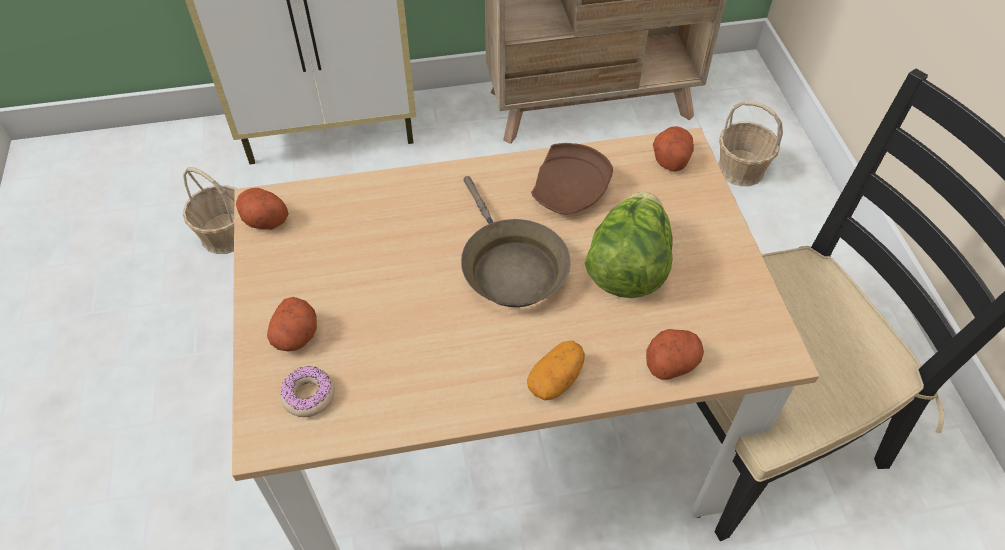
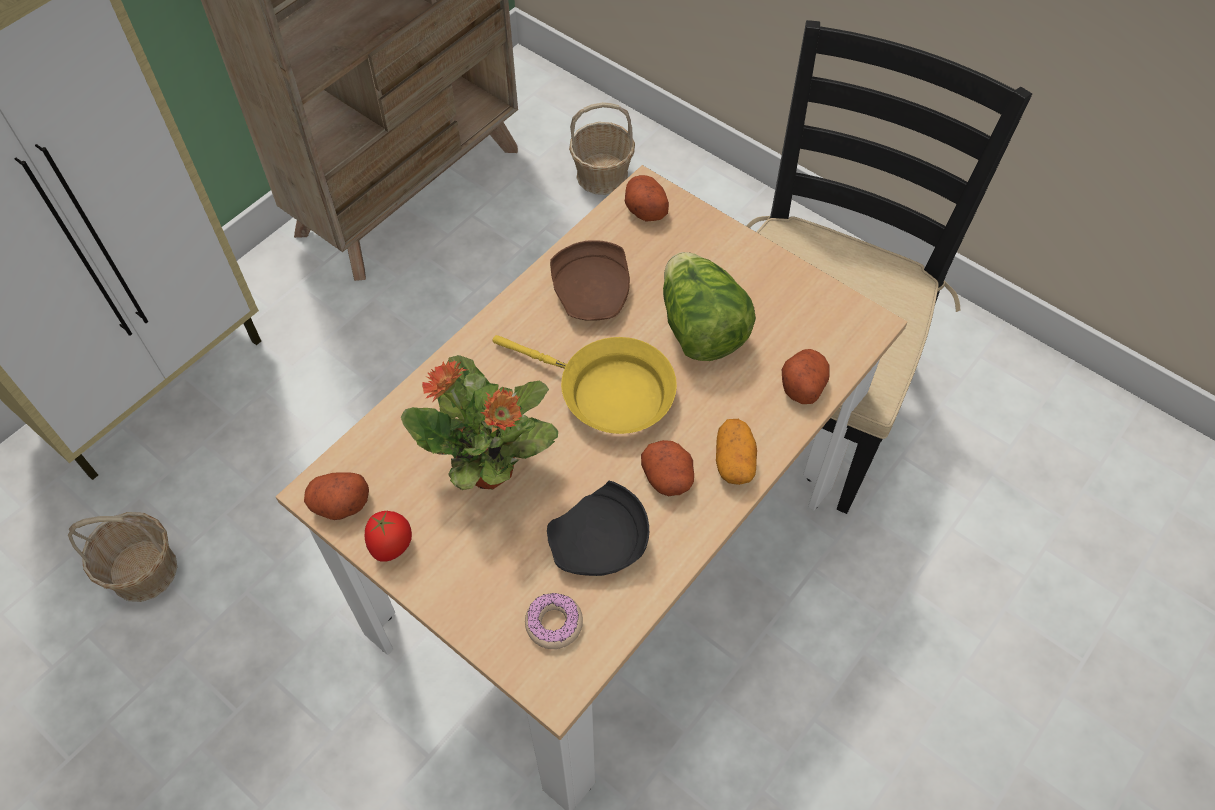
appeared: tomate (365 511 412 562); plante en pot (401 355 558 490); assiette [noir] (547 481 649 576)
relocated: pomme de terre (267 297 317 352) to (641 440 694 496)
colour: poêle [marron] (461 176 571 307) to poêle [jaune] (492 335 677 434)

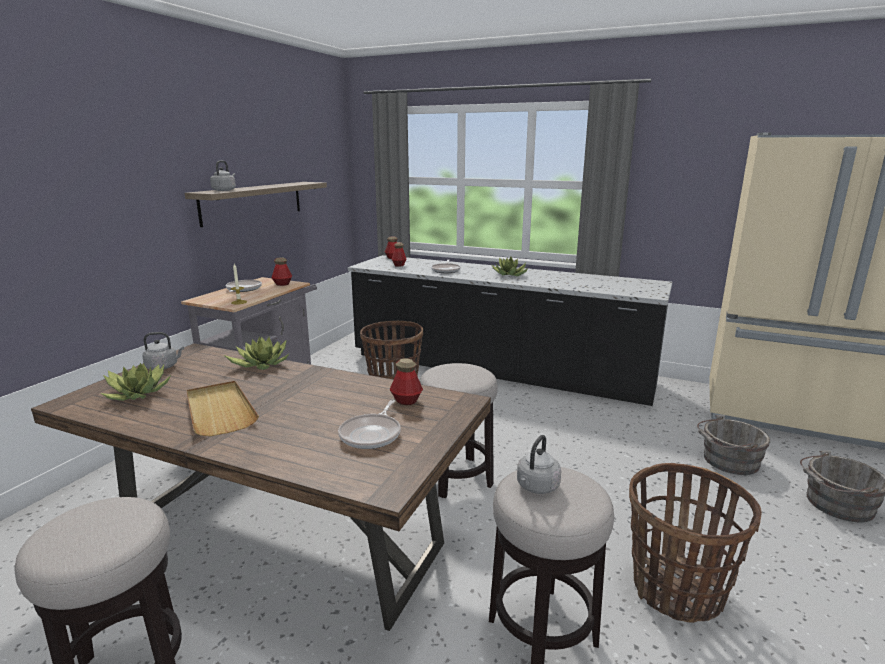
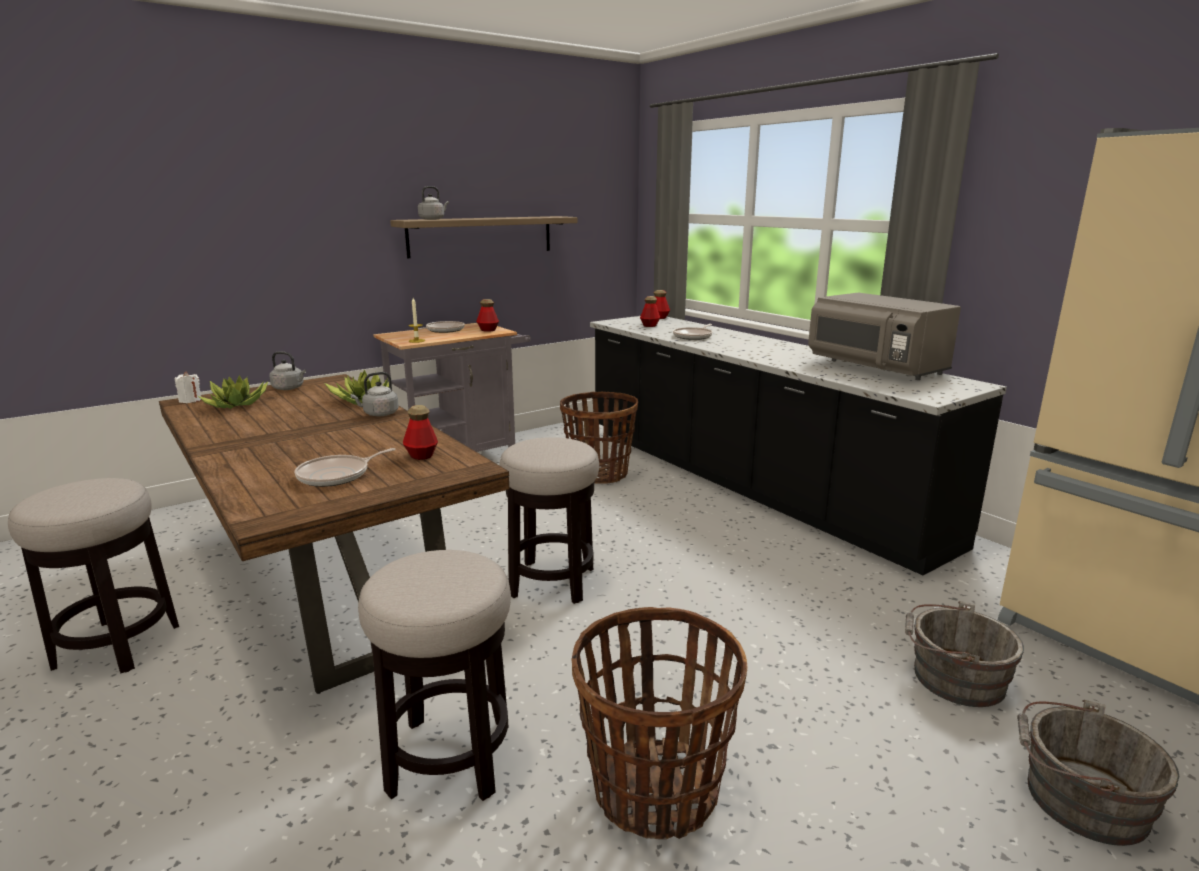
missing: plateau [beige] (187 381 259 436); plante en pot (492 256 528 276)
appeared: bougie [blanc] (175 371 201 403); micro-ondes [gris] (808 293 961 380)
relocated: bouilloire [gris] (517 435 561 494) to (350 372 399 416)

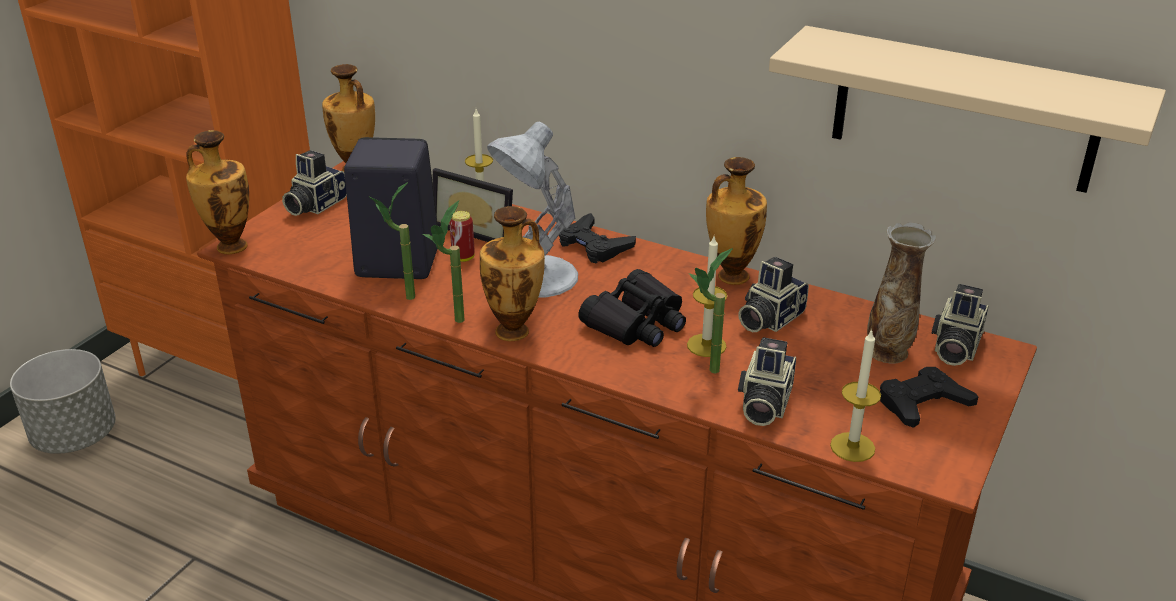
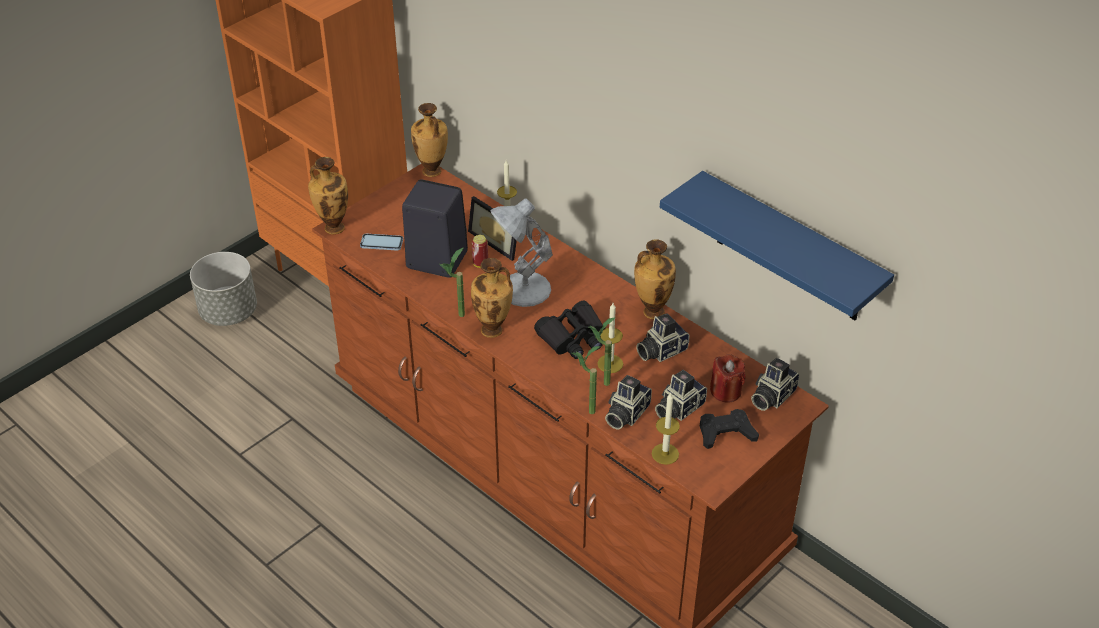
missing: manette [noir] (559 213 636 263)
appeared: téléphone (360 234 403 251)
relocated: plante en pot (368 182 415 300) to (571 346 600 414); appareil photo (282 150 347 216) to (655 370 707 421)
exchanged: vase (867 222 936 364) to bougie [rouge] (710 354 746 402)
colour: étagère [beige] (769 26 1166 193) to étagère [bleu] (660 171 894 320)

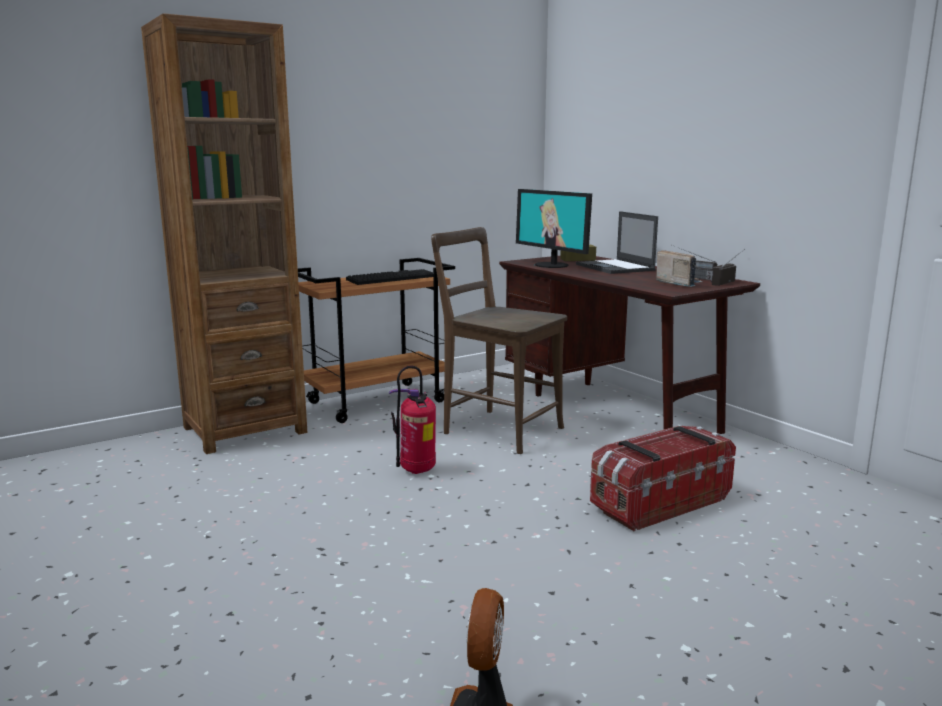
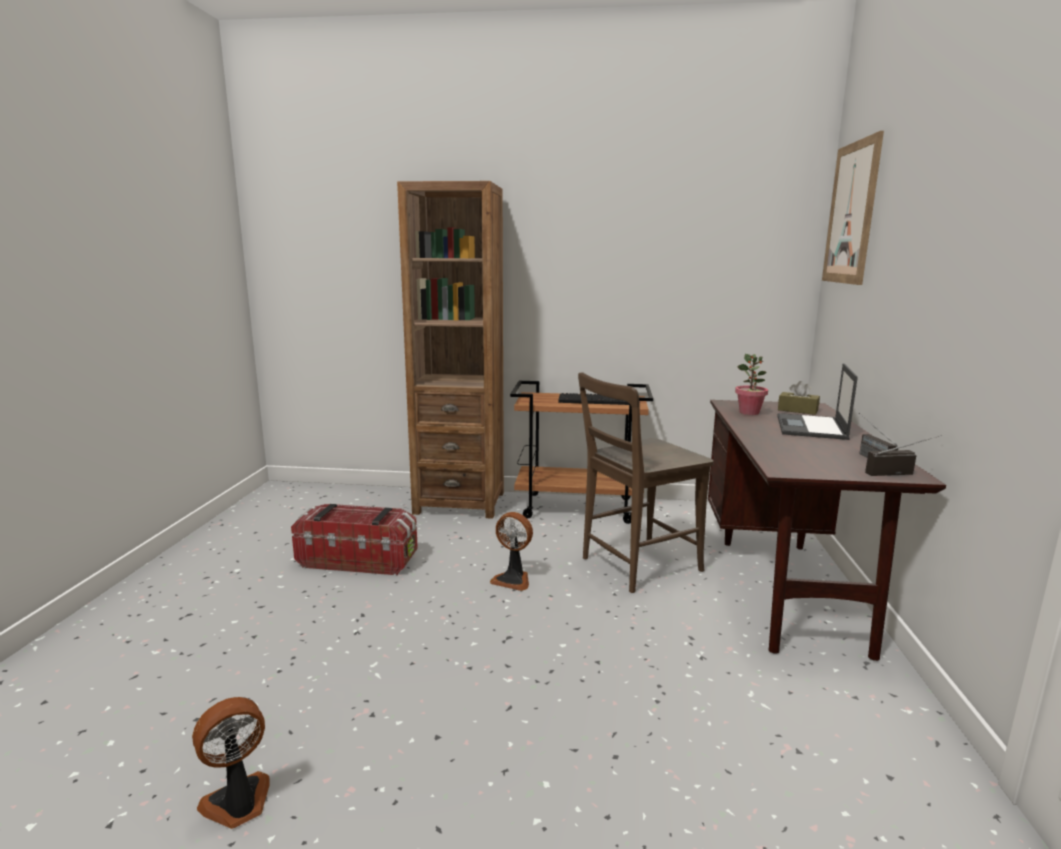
missing: radio (656 250 703 287)
appeared: tableau (822 131 884 285)
relocated: boîte de rangement (590 426 736 531) to (291 504 418 575)
exchanged: extincteur (389 365 436 474) to ventilateur (490 512 533 591); écran d'ordinateur (516 189 592 268) to plante en pot (735 354 768 415)
spun: chaise [marron] (431 227 567 454) = (578 372 714 593) 105 degrees counterclockwise

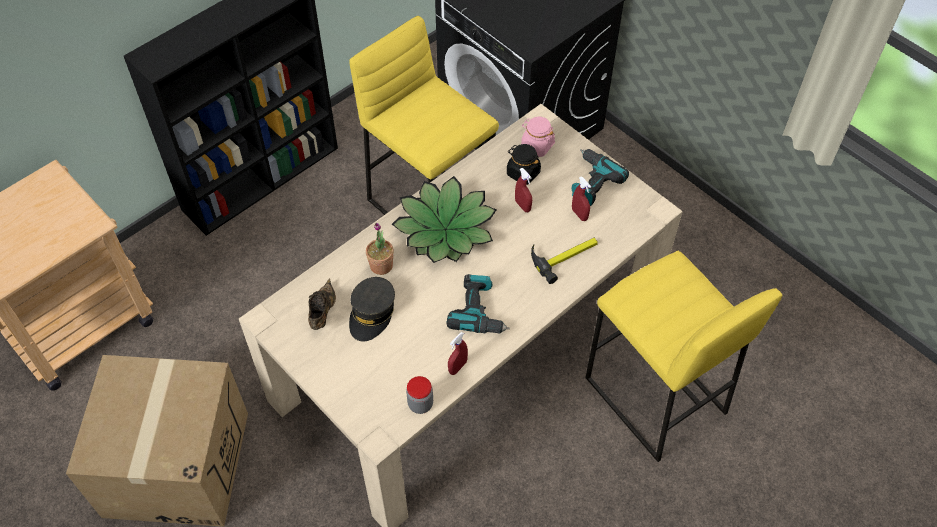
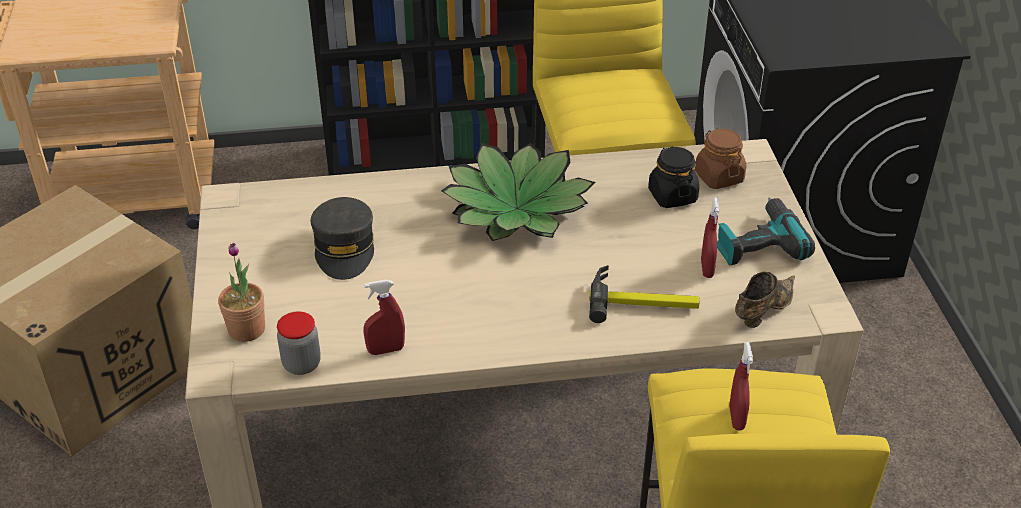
missing: perceuse (447 274 510 333)
relocated: plante en pot (366 223 394 275) to (218 243 265 342); vaporisateur [rouge] (515 168 532 212) to (729 342 753 431); chaussure [marron] (308 279 336 330) to (735 271 795 328)
colour: bocal [rose] (521 117 555 157) to bocal [marron] (695 128 746 189)
spun: casquette [gris] (349 277 395 341) = (311 197 374 280) 60 degrees counterclockwise

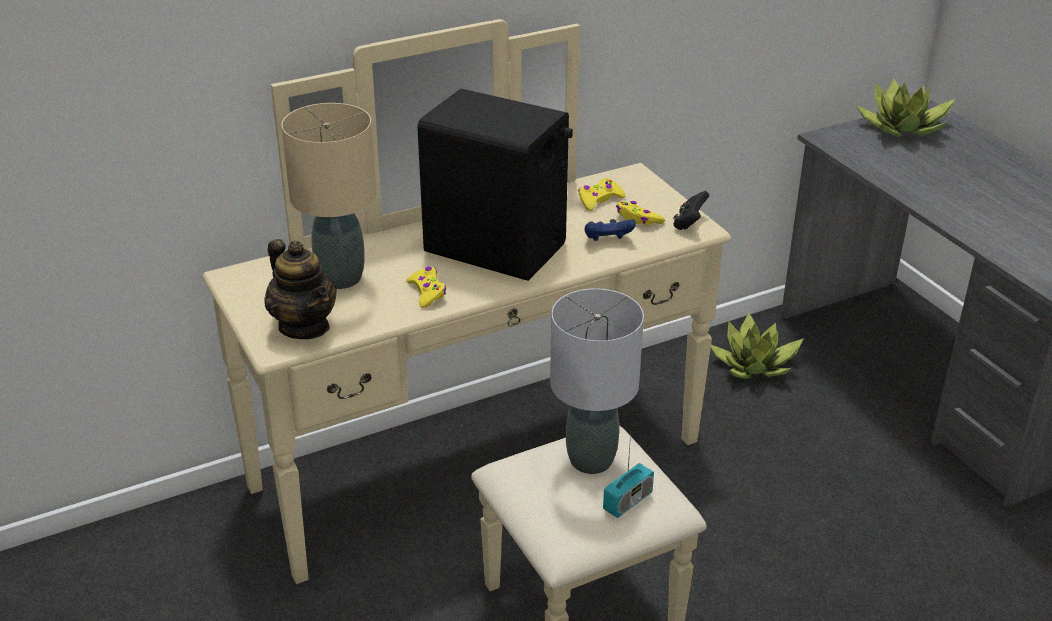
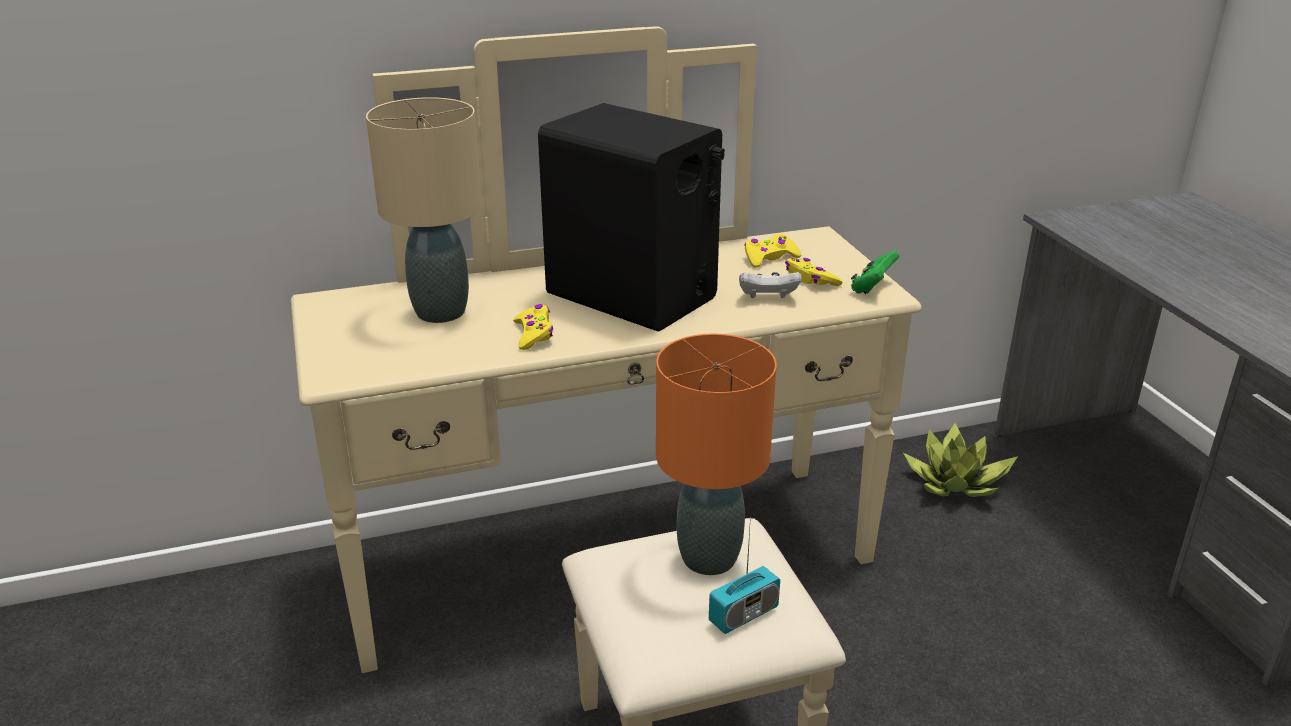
missing: théière (264 239 337 339); plante en pot (856 79 955 137)
colour: lampe de table [gris] (550 288 644 474) to lampe de table [orange] (656 334 777 575); manette [bleu] (585 219 636 241) to manette [blanc] (739 272 802 298); manette [noir] (673 191 709 230) to manette [vert] (851 251 900 294)

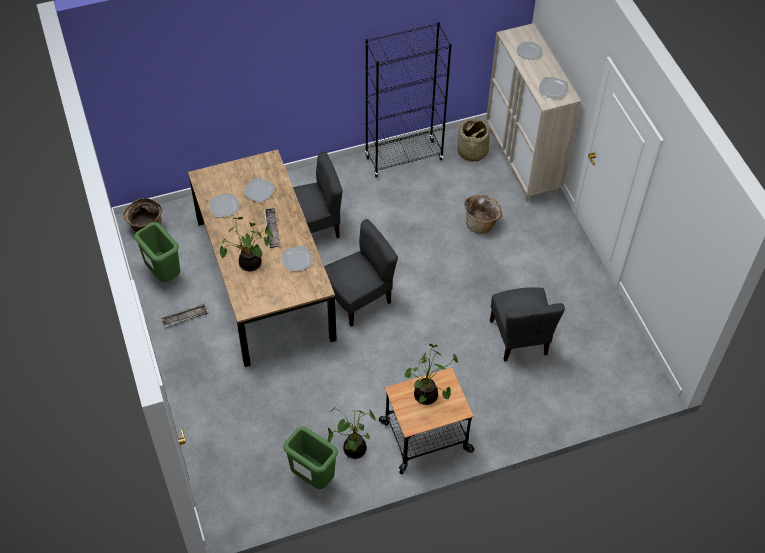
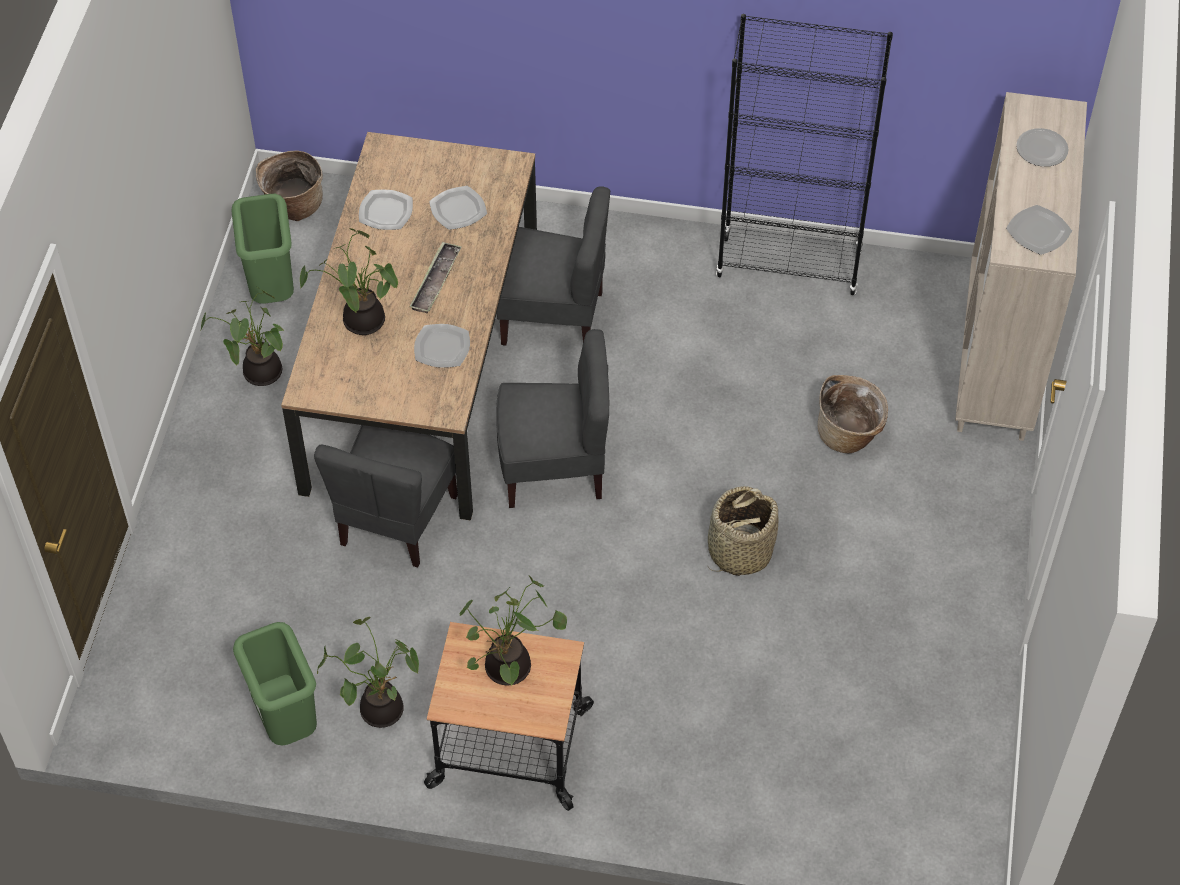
relocated: chaise [gris] (490 287 565 361) to (314 425 458 568); panier (457 118 490 162) to (706 486 778 576)
exchanged: plateau (160 304 208 327) to plante en pot (200 288 285 386)

